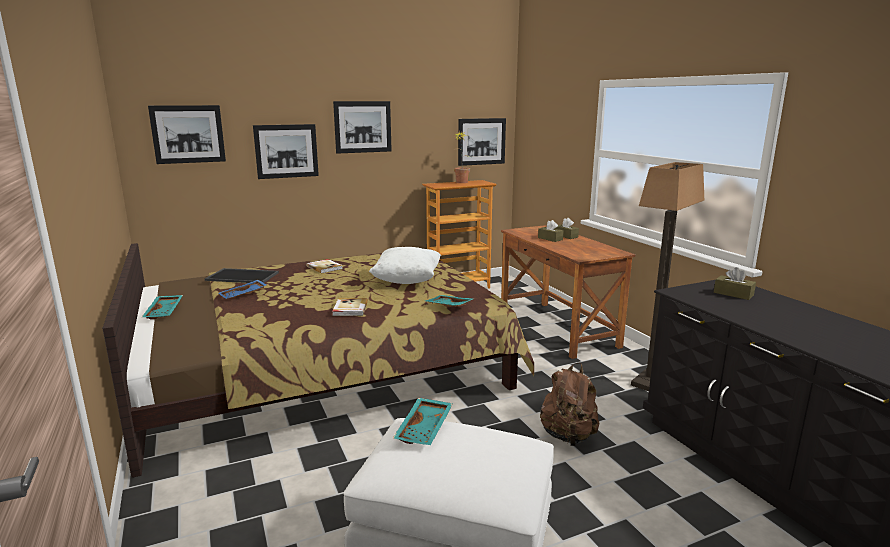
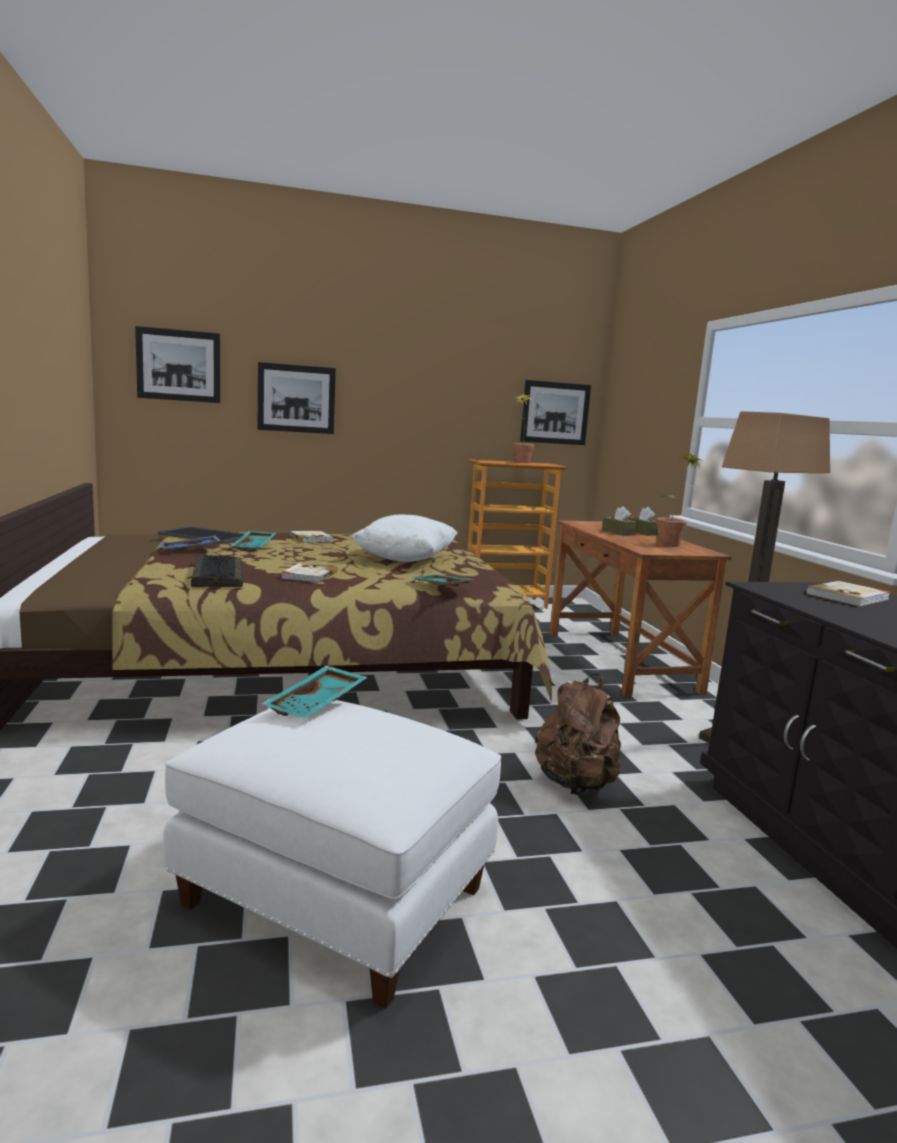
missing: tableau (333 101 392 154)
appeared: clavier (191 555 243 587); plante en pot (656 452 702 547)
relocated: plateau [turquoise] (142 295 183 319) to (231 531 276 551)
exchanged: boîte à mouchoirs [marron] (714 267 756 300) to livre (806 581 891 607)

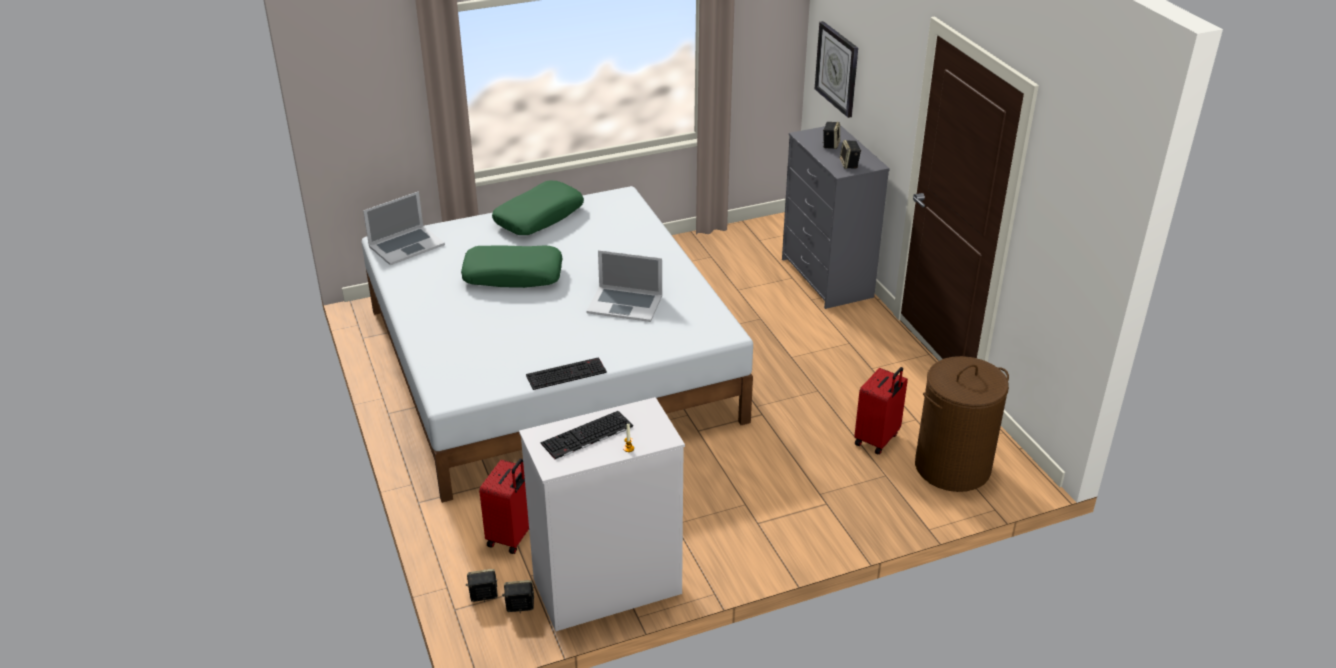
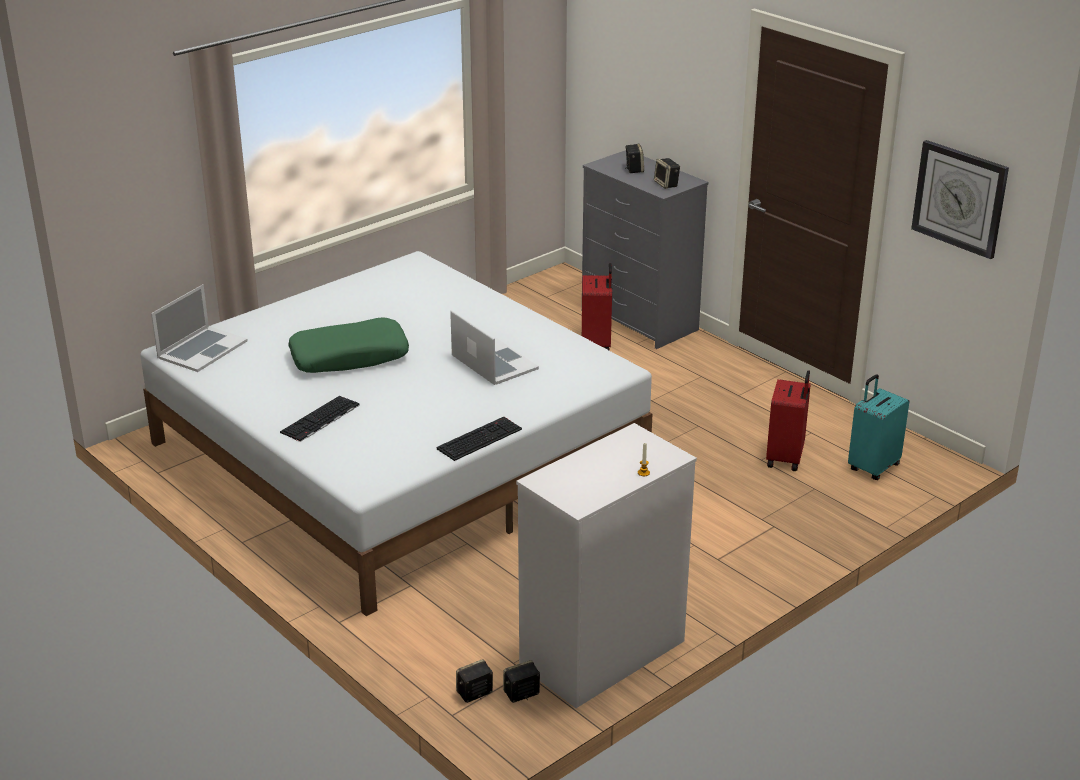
missing: coussin [vert] (492 181 584 235)
relocated: clavier (541 411 633 460) to (280 396 360 442); valise [rouge] (479 458 529 554) to (582 263 612 351); horloge murale (815 21 858 118) to (911 140 1009 259)
exchanged: panier à linge [marron] (915 356 1009 492) to valise [turquoise] (848 374 909 480)
spun: ordinateur portable (586 250 662 322) = (450 310 539 385) 120 degrees counterclockwise

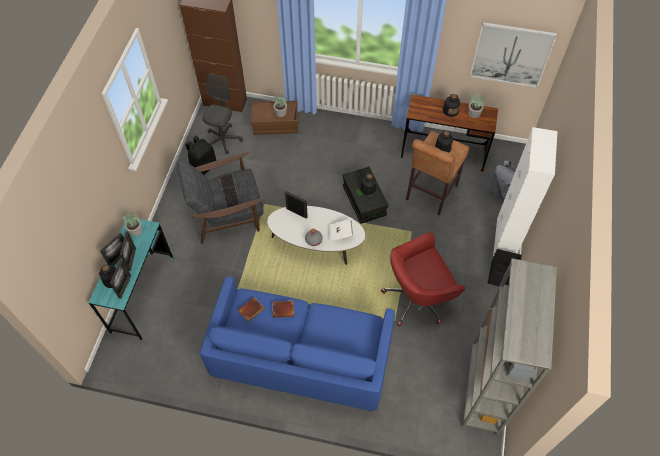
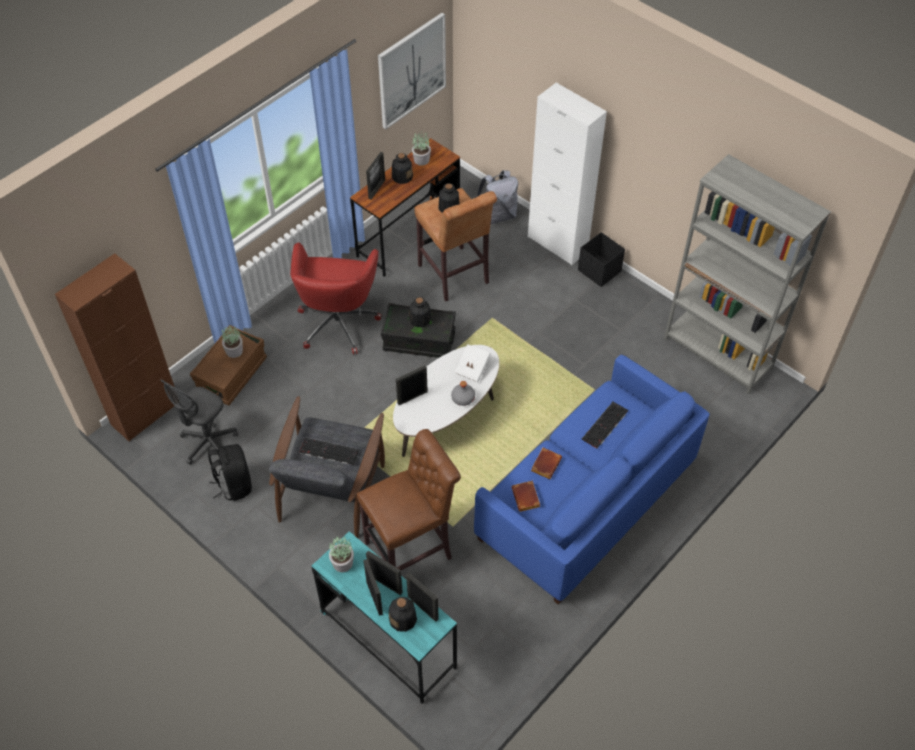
appeared: tabouret [marron] (357 429 461 570); cadre photo (366 152 385 199); clavier (582 402 628 449)
relocated: chaise de bureau [rouge] (381 233 465 327) to (290 243 382 355)
spun: chaise de bureau [gris] (203 73 243 154) = (160 380 238 465) 105 degrees counterclockwise

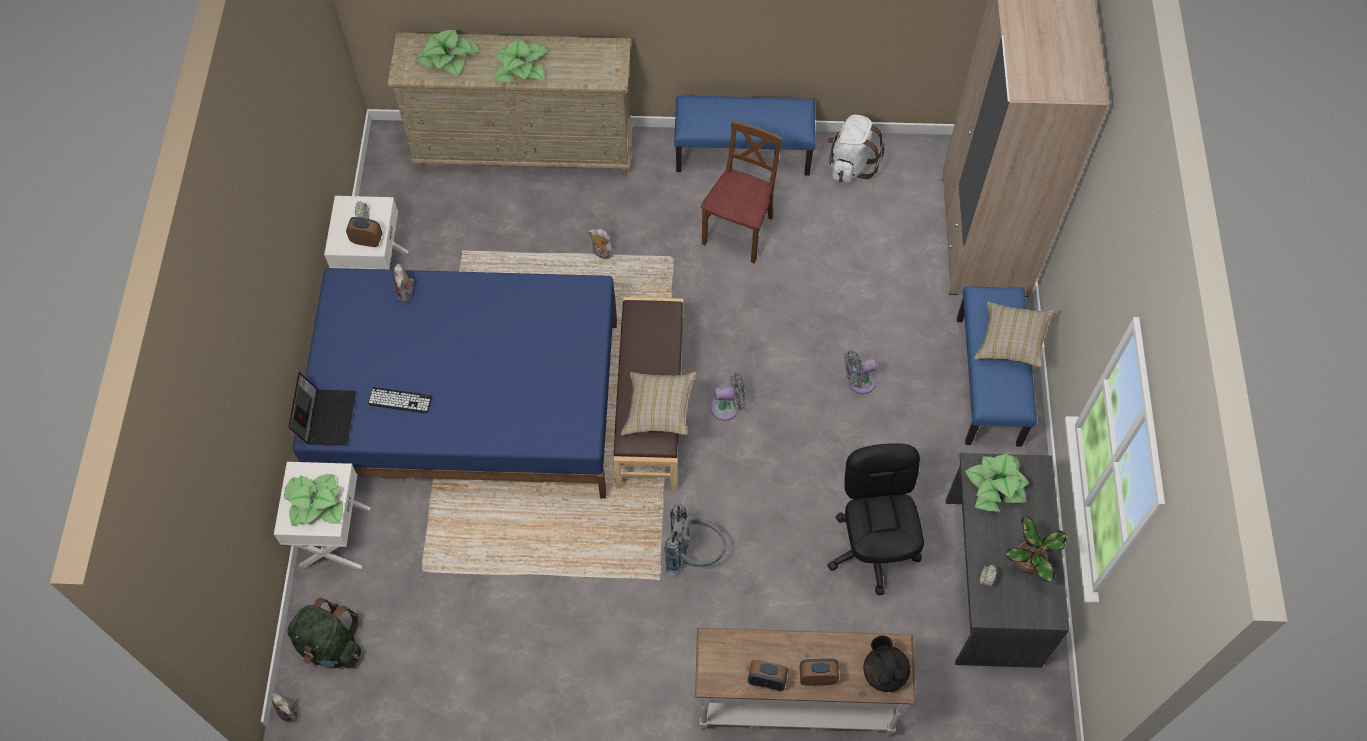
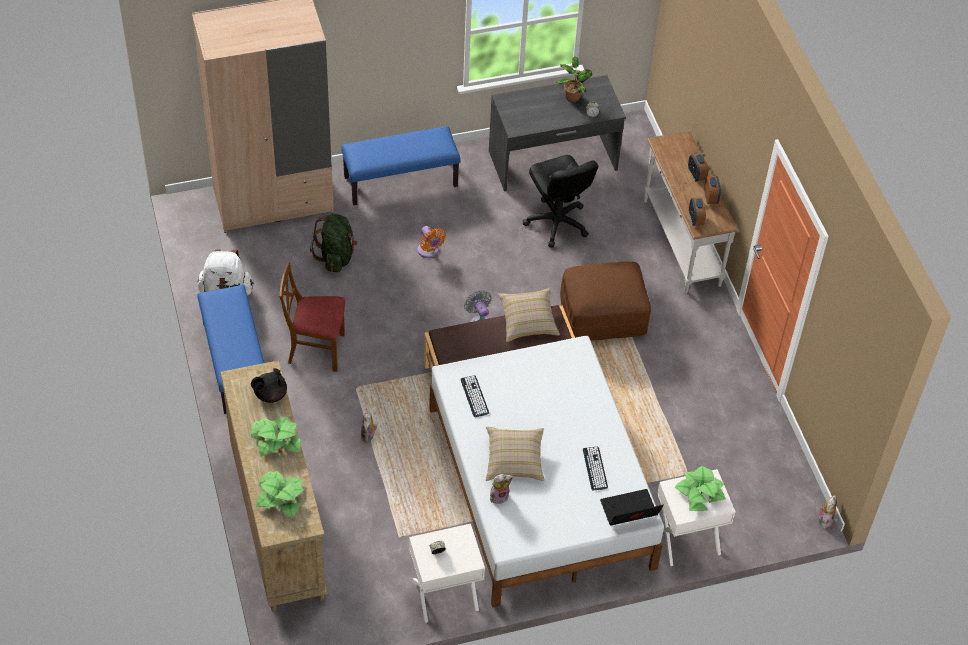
missing: plante en pot (965 453 1029 512)
appeared: clavier (460 375 489 417)
relocated: théière [noir] (863 635 910 692) to (251 368 287 403); sac à dos [vert] (287 598 361 669) to (310 214 358 272); coussin [beige] (974 302 1055 367) to (486 426 545 481); réveil (346 217 382 247) to (689 197 706 226)
exchanged: sac à dos [gris] (664 504 726 576) to pouf [marron] (560 261 651 341)
colour: ventilateur [gris] (844 350 877 394) to ventilateur [orange] (417 226 446 258); lit [bleu] (292 268 617 499) to lit [blanc] (429 336 664 607)
spun: chaise de bureau [noir] (827 443 924 595) = (523 155 598 248) 90 degrees counterclockwise

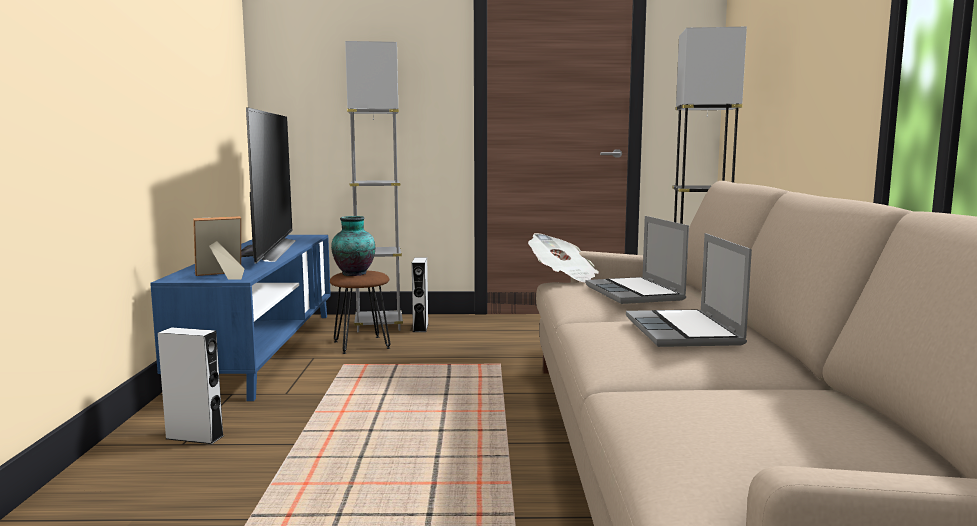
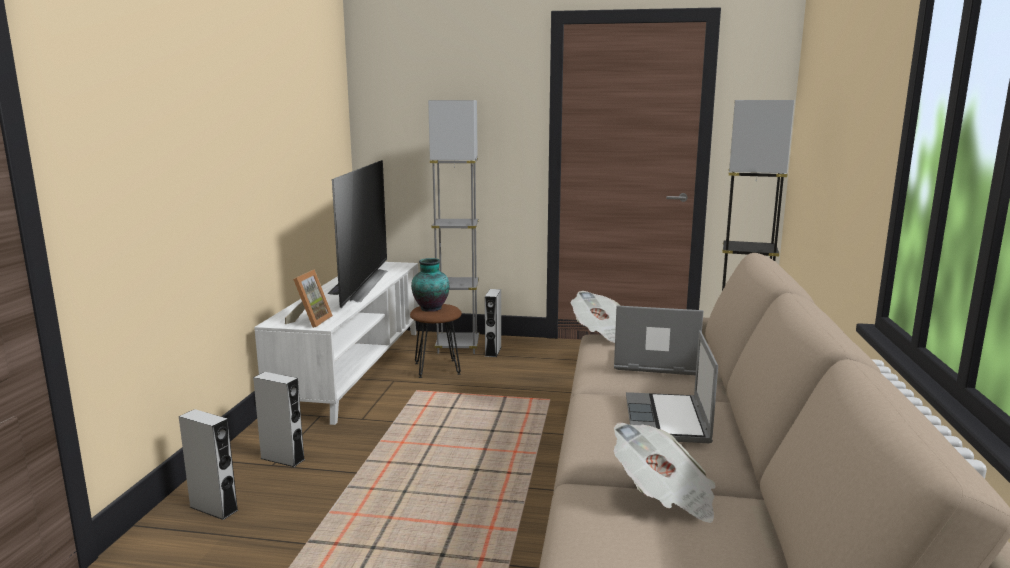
appeared: enceinte [gris] (179 409 238 520); journal (613 422 716 523)
colour: meuble télé [bleu] (150 235 331 401) to meuble télé [blanc] (254 262 419 425)
spun: cadre photo (193 216 244 280) = (285 269 333 328) 120 degrees clockwise; ordinateur portable (585 216 689 304) = (614 306 704 375) 105 degrees clockwise

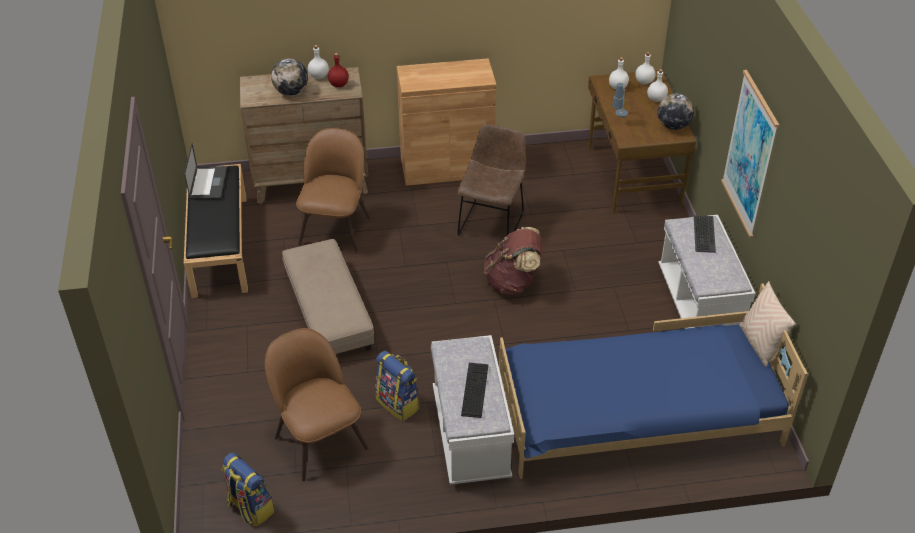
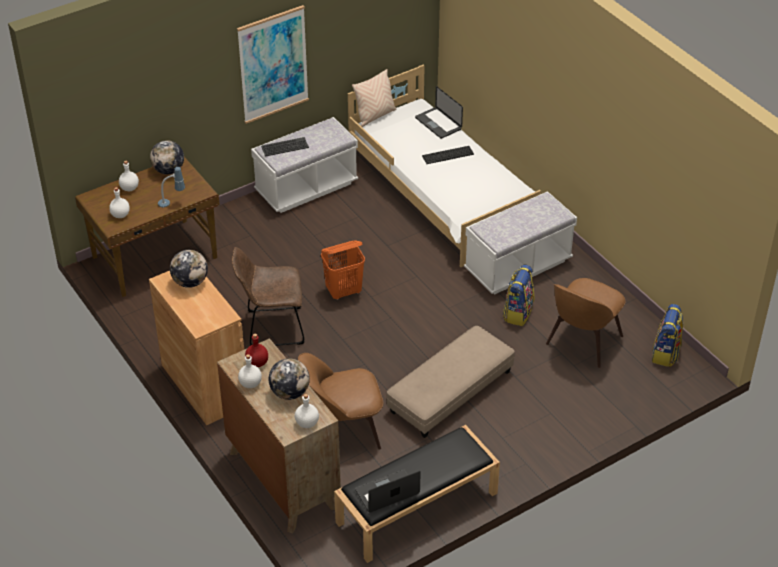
appeared: globe (170 250 208 288); ordinateur portable (415 86 463 139)
relocated: bouteille [blanc] (635 52 655 84) to (295 394 319 428); clavier (461 363 488 418) to (422 146 474 164)
exchanged: sac à dos [marron] (484 227 543 295) to panier à linge [orange] (321 240 365 300)
colour: lit [bleu] (499 283 808 479) to lit [blanc] (348 64 541 267)

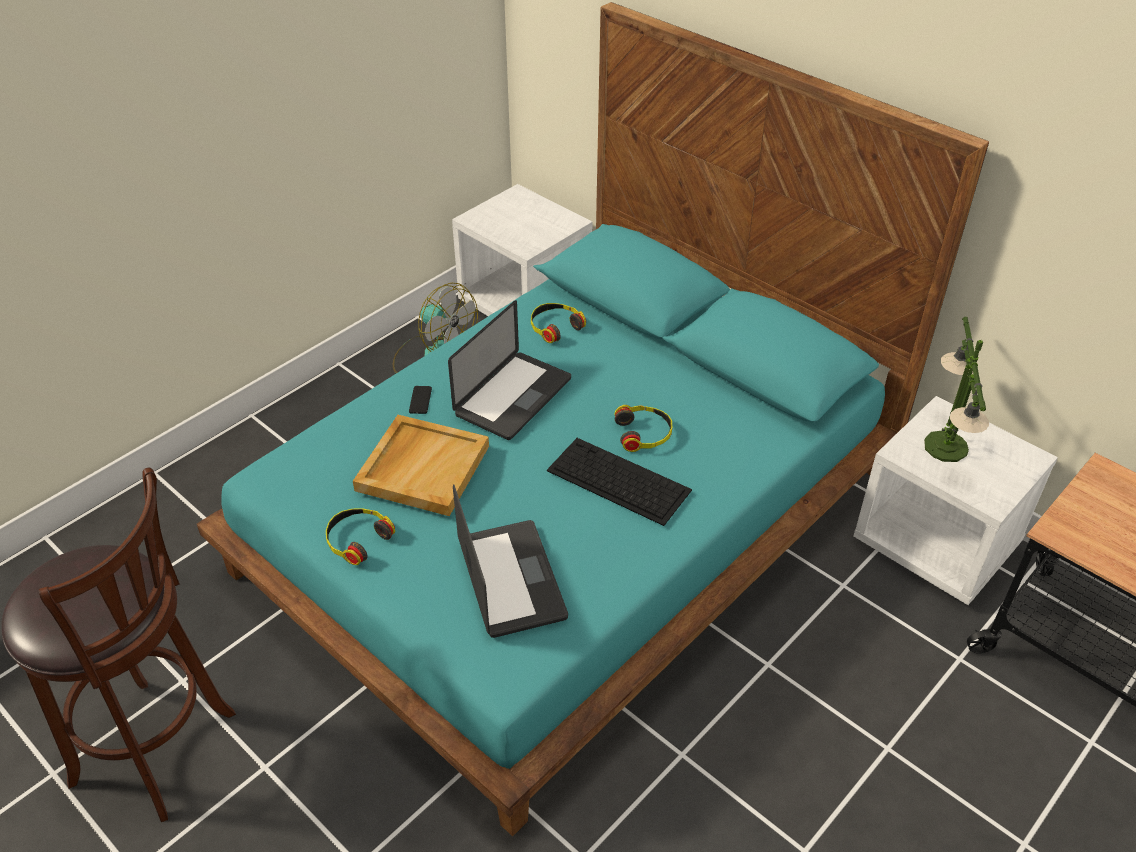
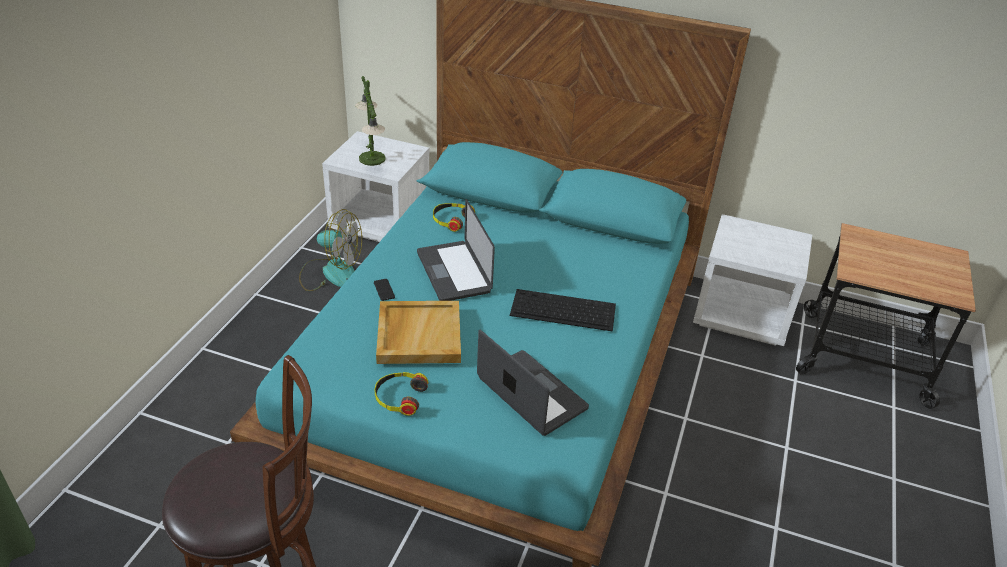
missing: casque audio (614 405 672 452)
relocated: lampe de table (924 317 989 462) to (355 76 386 166)
spun: ordinateur portable (448 300 571 440) = (417 199 495 301) 150 degrees clockwise

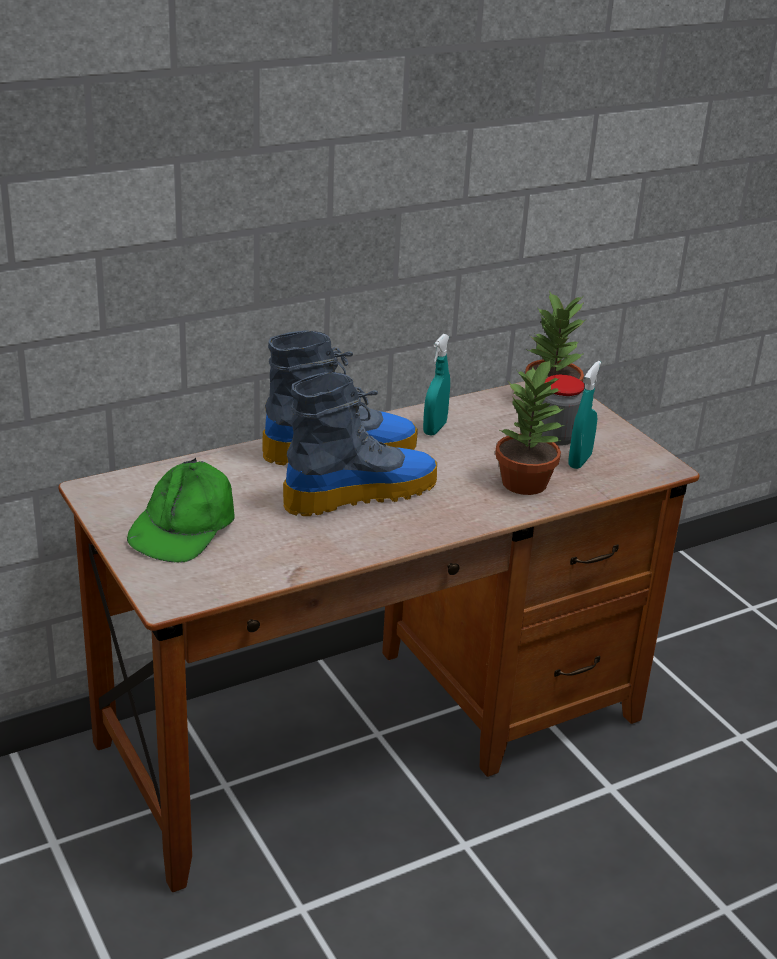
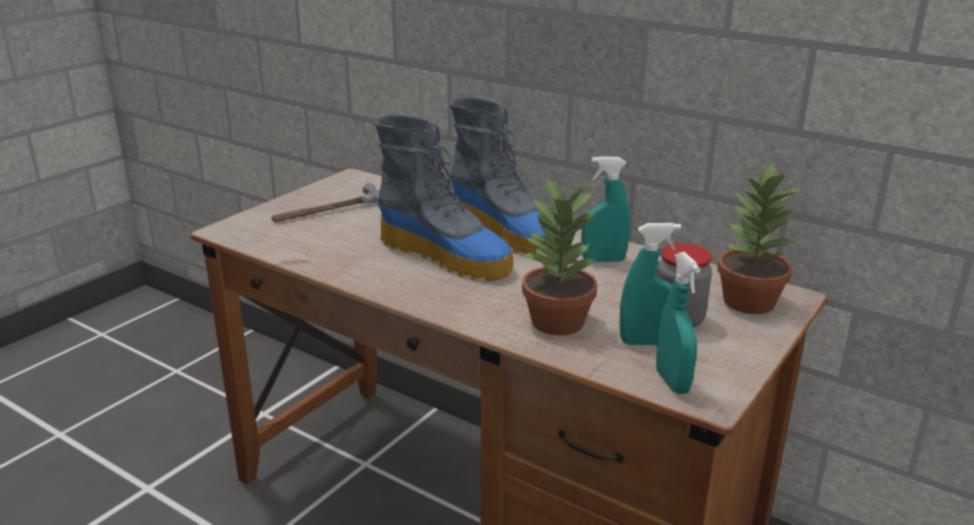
appeared: vaporisateur [turquoise] (656 252 701 394)
exchanged: casquette [vert] (127 458 235 562) to marteau (271 182 380 222)

